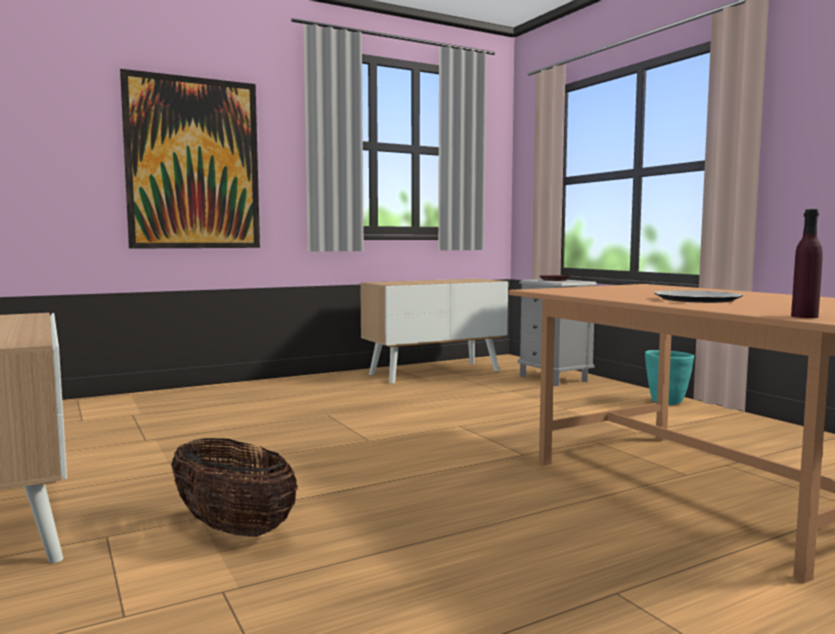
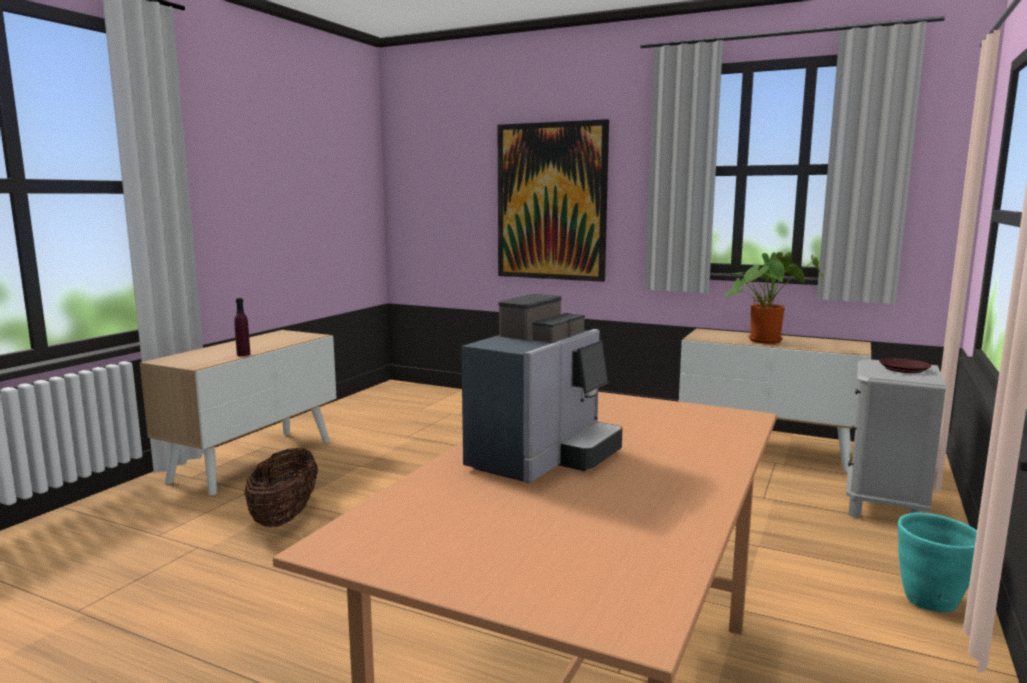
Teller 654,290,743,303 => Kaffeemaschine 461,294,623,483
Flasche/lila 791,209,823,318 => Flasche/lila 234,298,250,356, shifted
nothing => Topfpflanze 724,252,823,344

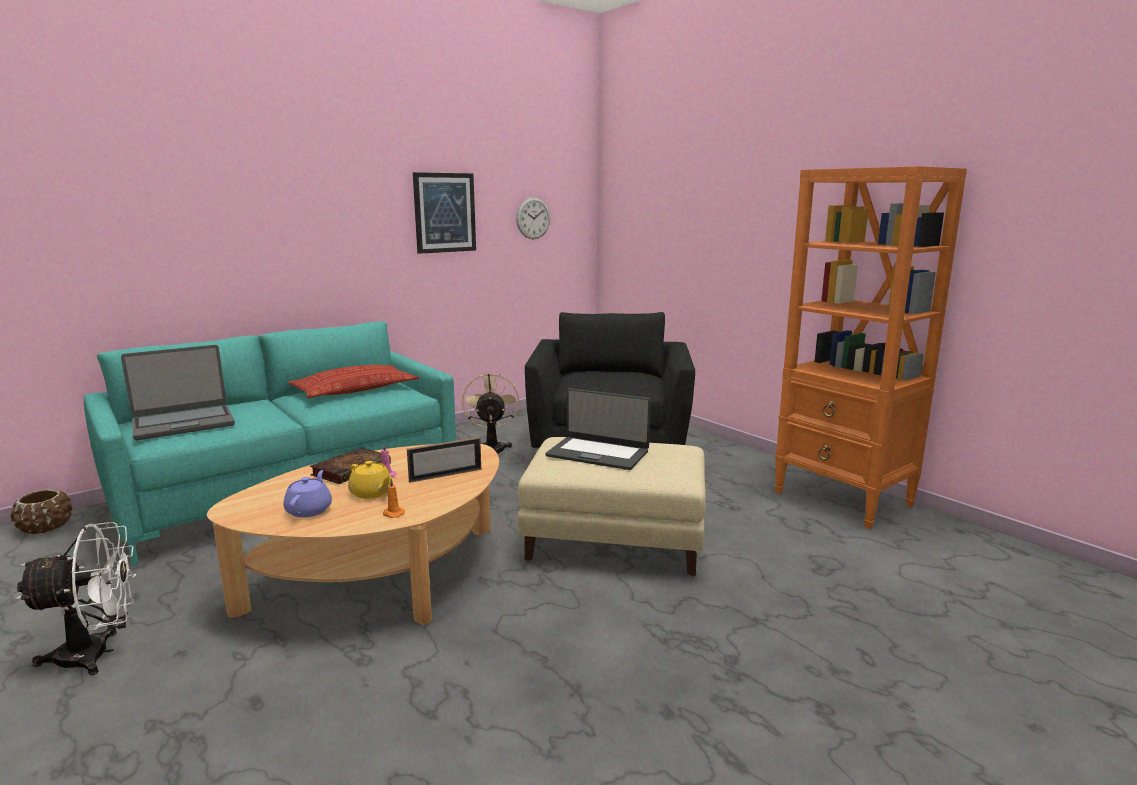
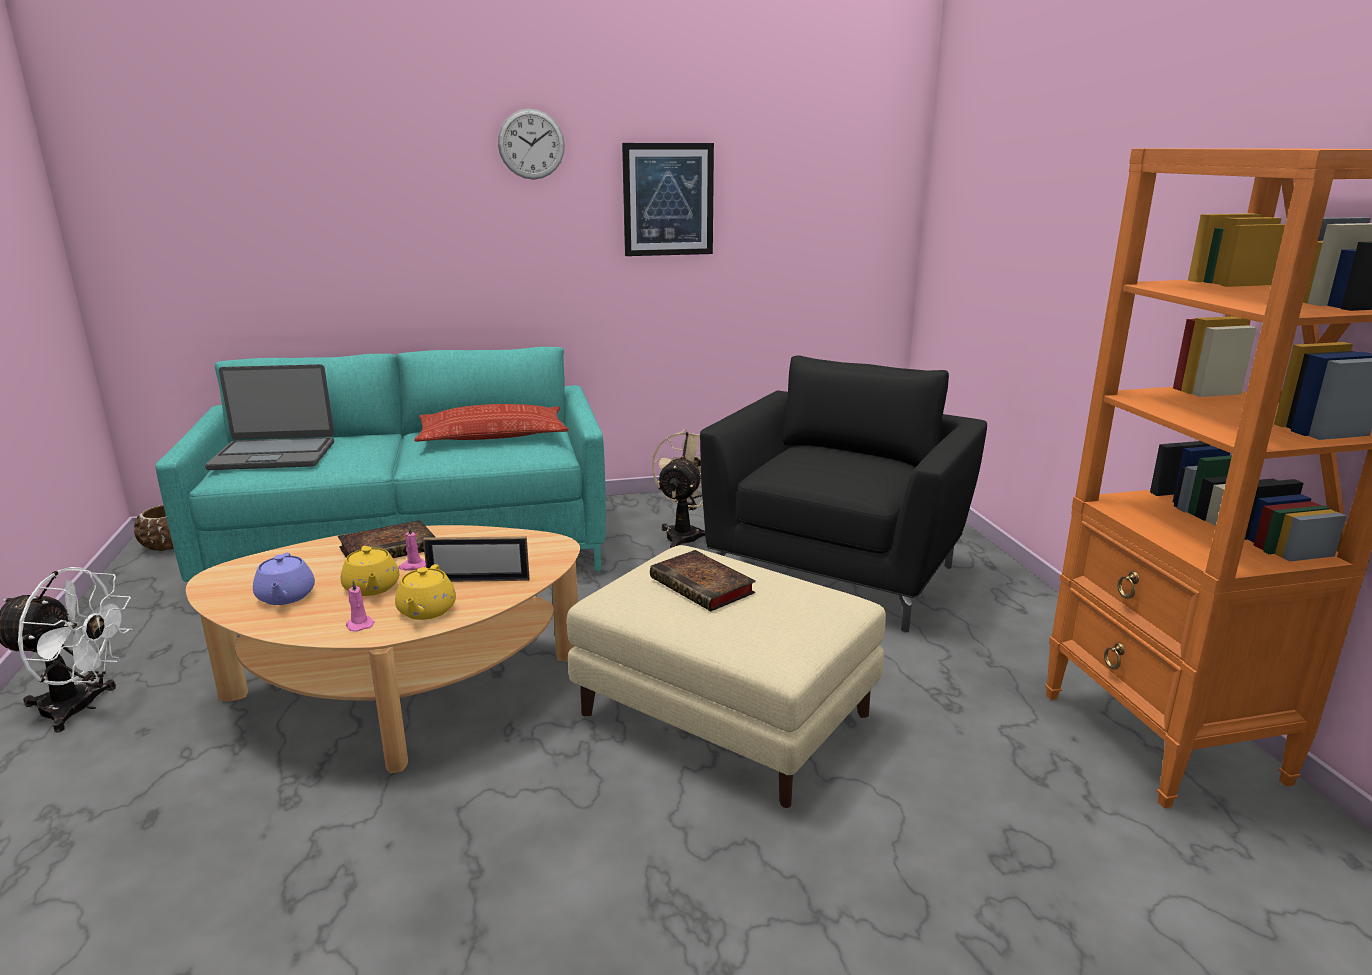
Teekanne/lila 283,470,332,517 => Teekanne/lila 253,553,315,605, 135 degrees clockwise
Kerze/orange 383,479,405,518 => Kerze/rosa 346,580,375,632
Wanduhr 516,197,550,239 => Wanduhr 498,109,565,180, shifted
Laptop 545,388,651,470 => Buch 650,550,756,611
nothing => Teekanne/gelb 395,564,456,620

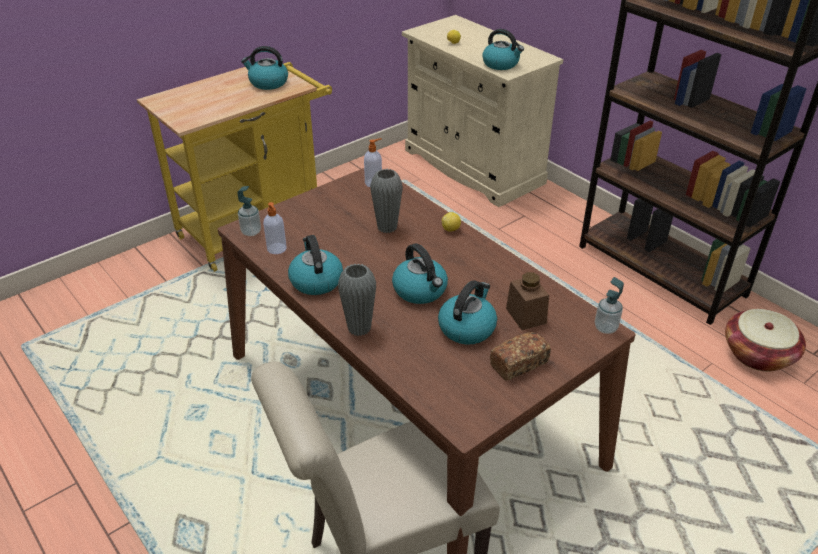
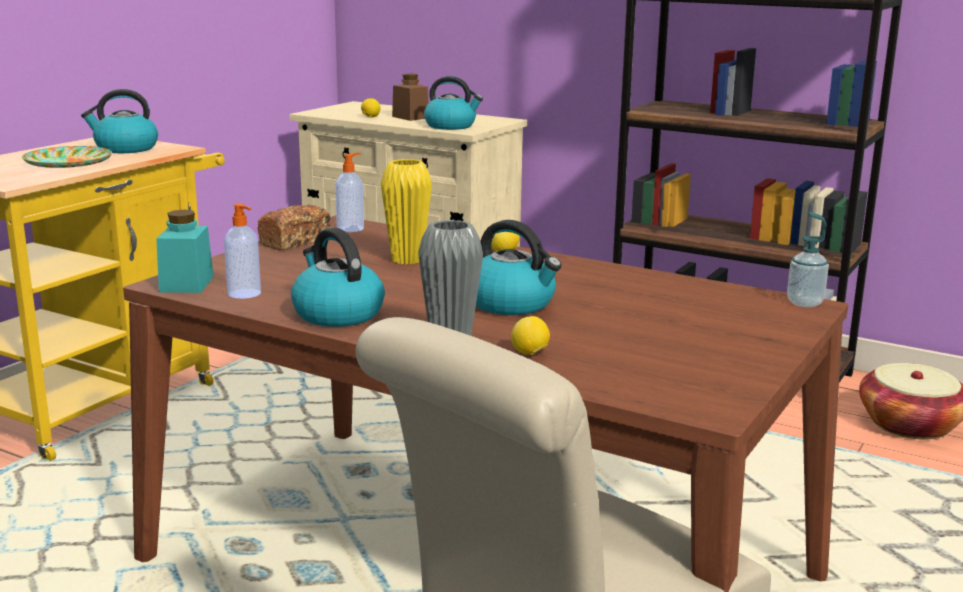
Seifenspender 237,186,261,236 => Vorratsglas/türkis 156,210,214,293
Vase/grau 370,169,403,233 => Vase/gelb 381,159,432,265
Wasserkessel 438,280,497,345 => nothing
Brot 490,332,551,381 => Brot 257,205,331,250, shifted
Vorratsglas/braun 506,272,549,330 => Vorratsglas/braun 392,74,429,121, shifted
nothing => Teller 22,146,112,168
nothing => Zitrone 511,316,550,355

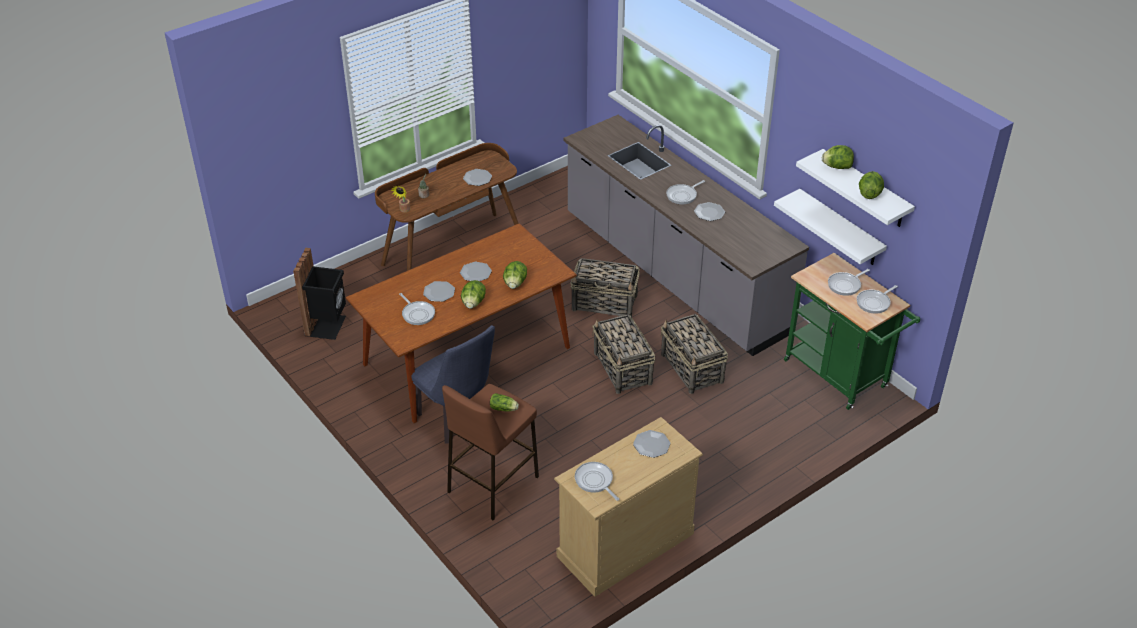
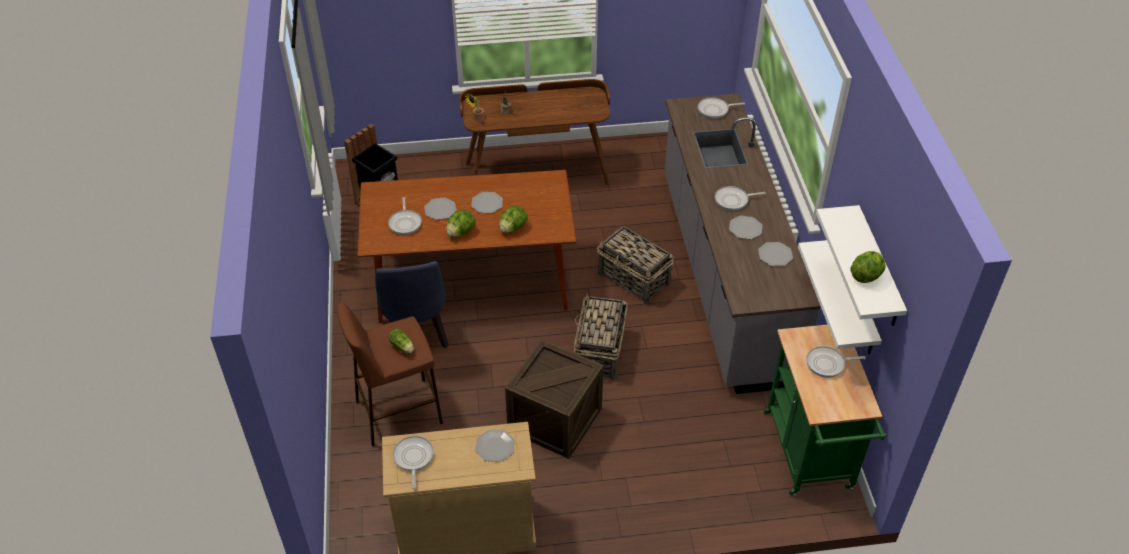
Teller 463,169,492,186 => Teller 758,242,793,266, shifted
Korb 661,314,728,394 => nothing
Salatkopf 822,145,854,169 => nothing
Pfanne 857,285,898,314 => Pfanne 698,97,745,119, shifted
nothing => Kiste 505,339,604,459

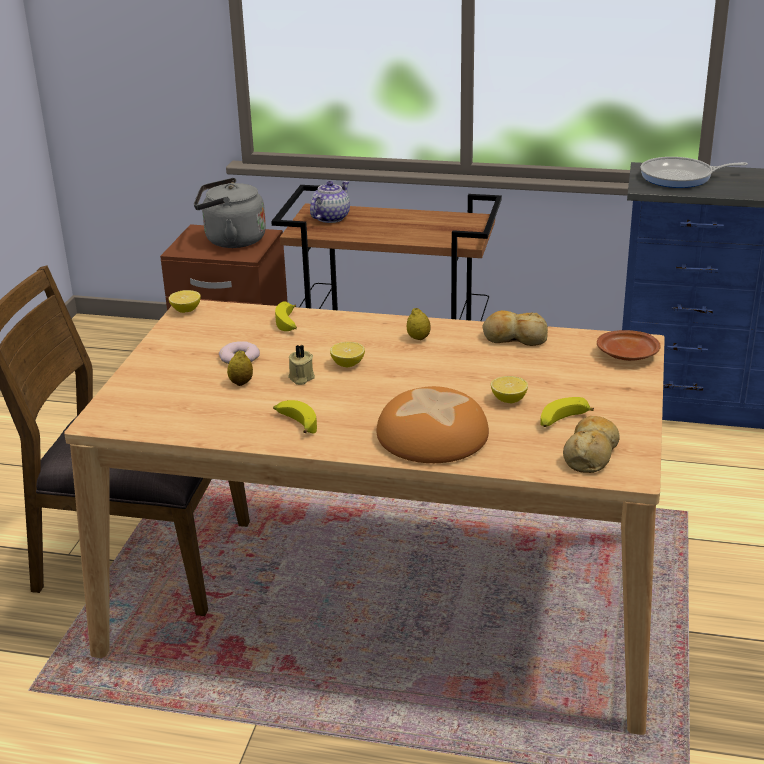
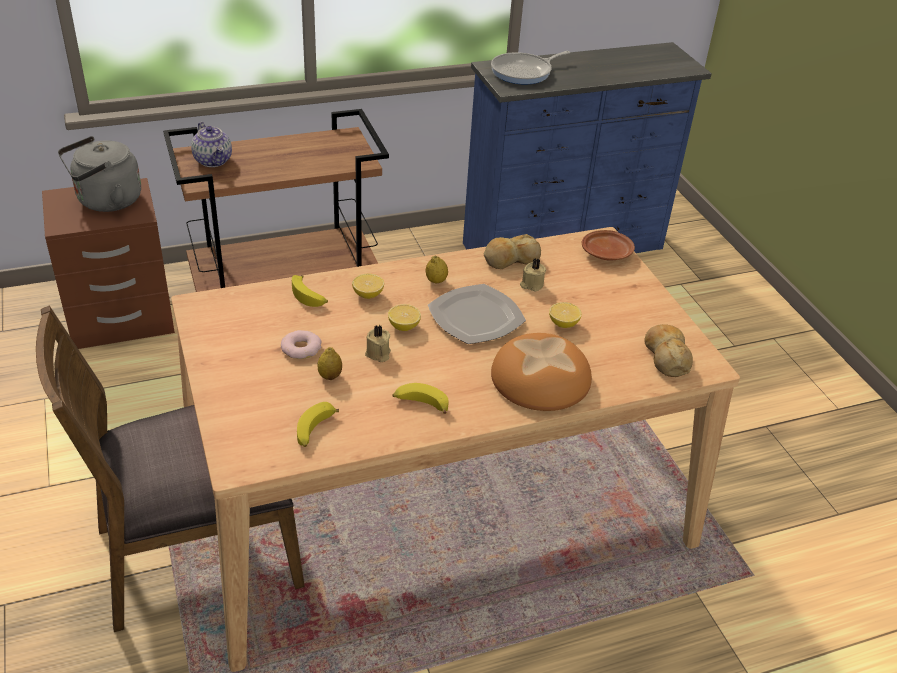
Zitrone 169,290,201,313 => Zitrone 352,274,384,299, shifted
Teekanne 310,181,350,223 => Teekanne 191,122,232,167, 150 degrees clockwise
Banane 540,397,594,427 => Banane 297,402,339,447, shifted
nothing => Teller 428,284,526,344
nothing => Kerze/beige 520,258,546,292

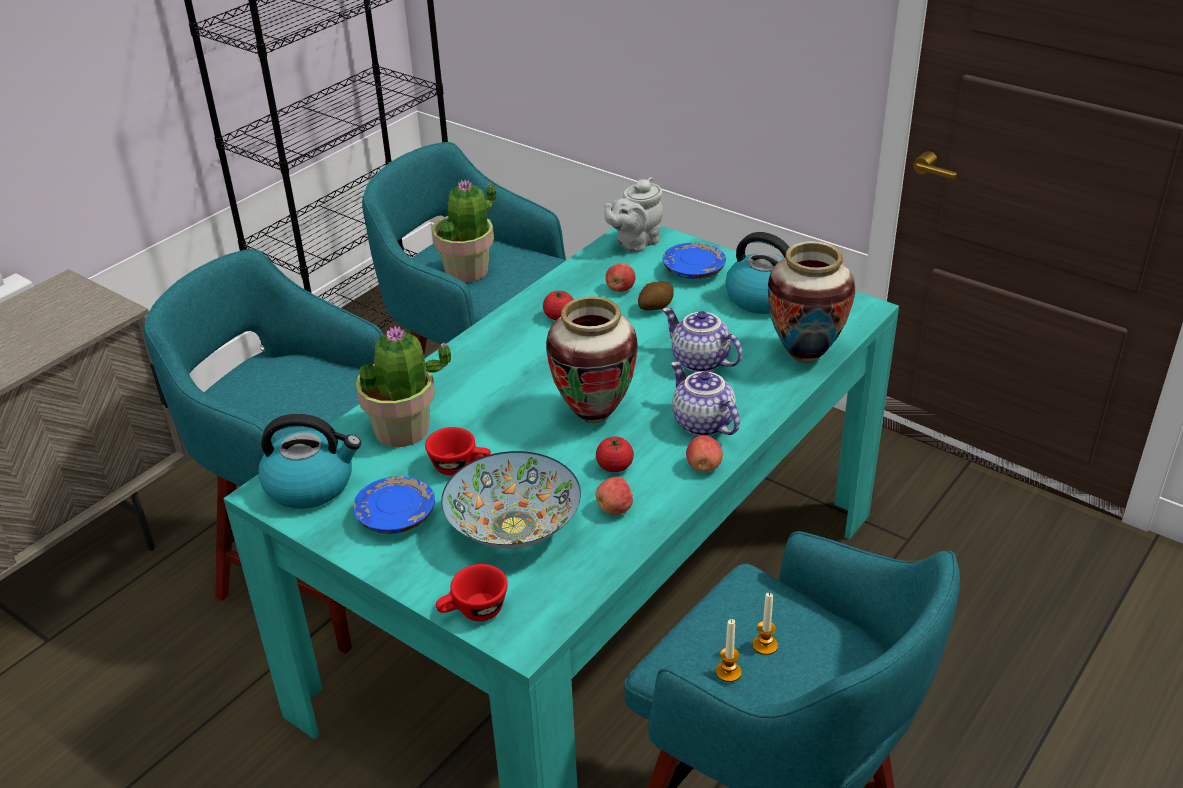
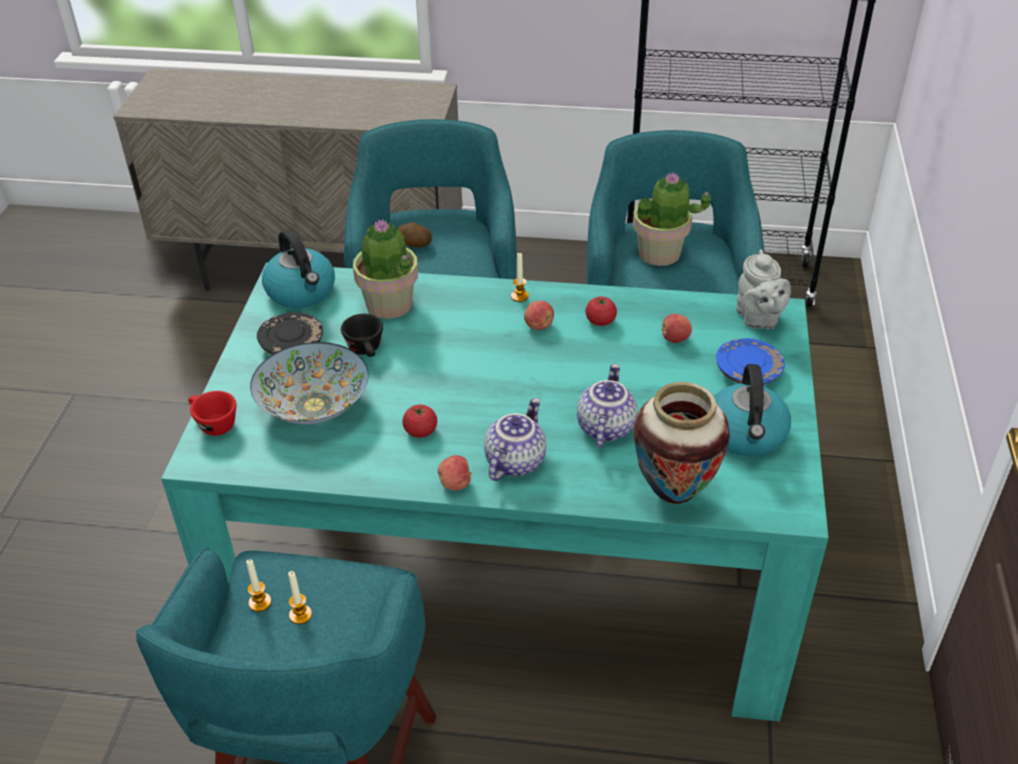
Teller/blau 353,476,435,534 => Teller/schwarz 257,312,323,355
Tasse/rot 425,427,491,475 => Tasse/schwarz 341,314,383,357
Vase 546,296,638,423 => nothing
Apfel 595,477,633,515 => Apfel 524,301,554,330, shifted
Teekanne/grau 605,177,663,253 => Teekanne/grau 736,249,791,329, 120 degrees counterclockwise
Kartoffel 638,281,674,311 => Kartoffel 397,222,432,248, shifted
nothing => Kerze 511,252,529,302

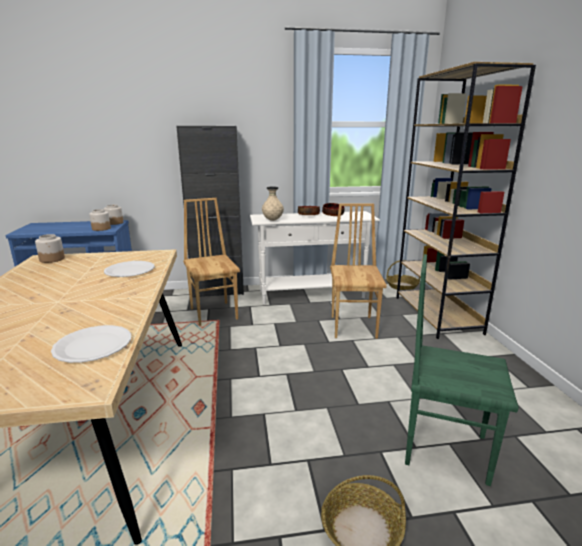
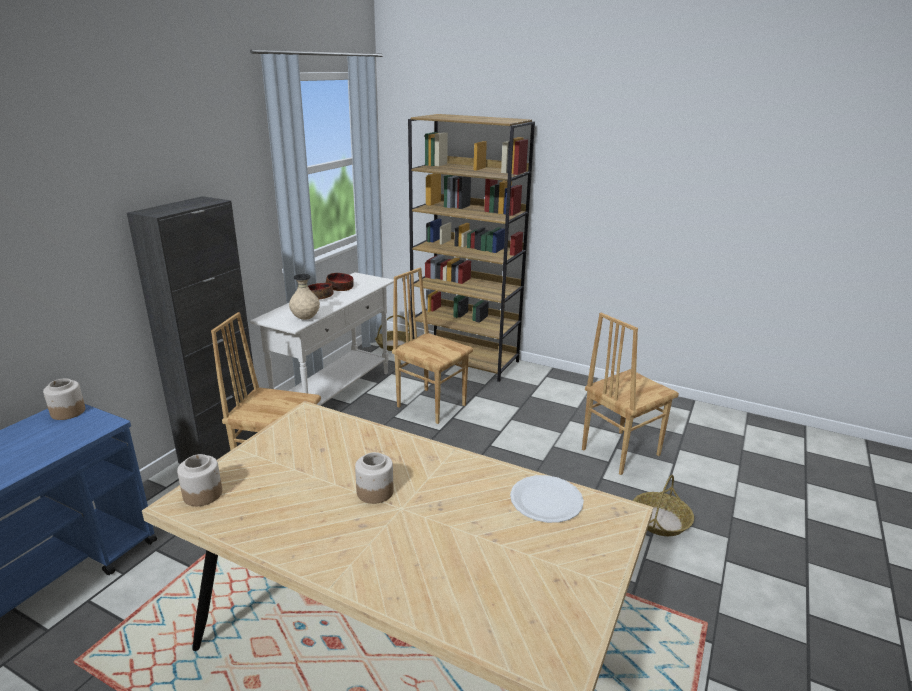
Vorratsglas 89,209,111,231 => Vorratsglas 355,452,394,504, shifted
Teller/weiß 104,261,155,277 => nothing
Stuhl/grün 405,254,519,486 => Stuhl/braun 582,313,679,475

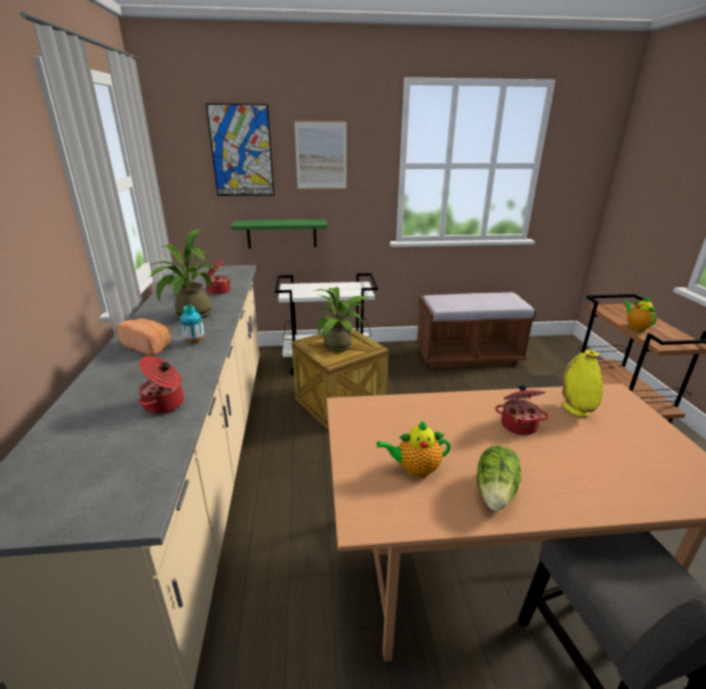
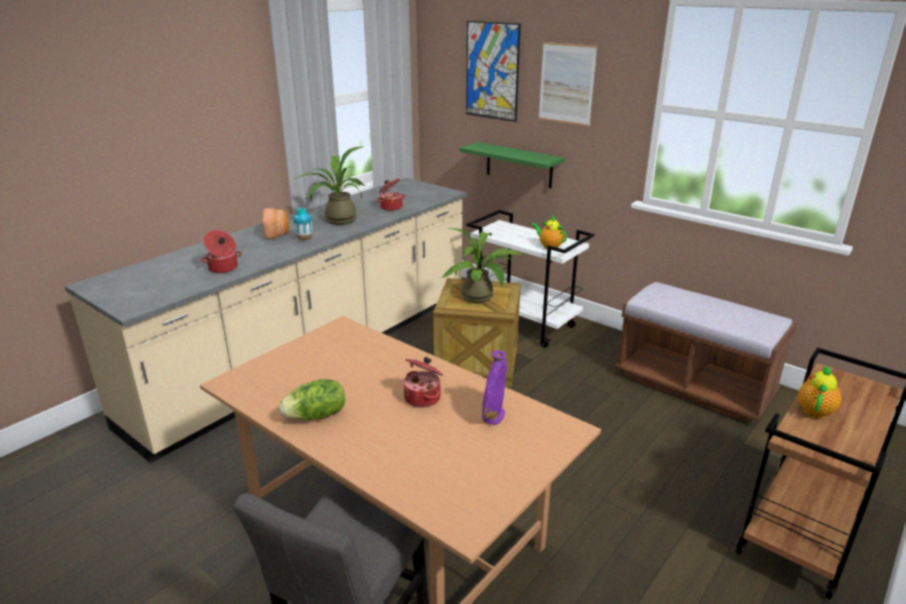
Teekanne 376,421,451,478 => Teekanne 531,216,567,249, shifted
Vase/gelb 562,350,603,417 => Vase/lila 482,350,507,425

